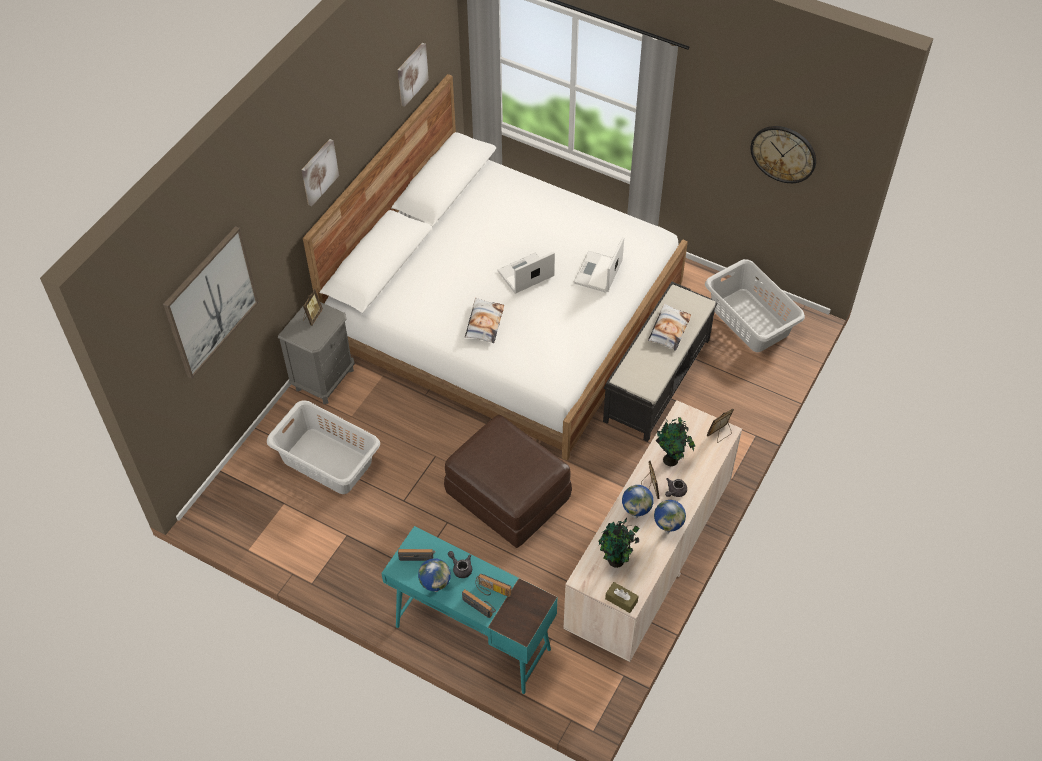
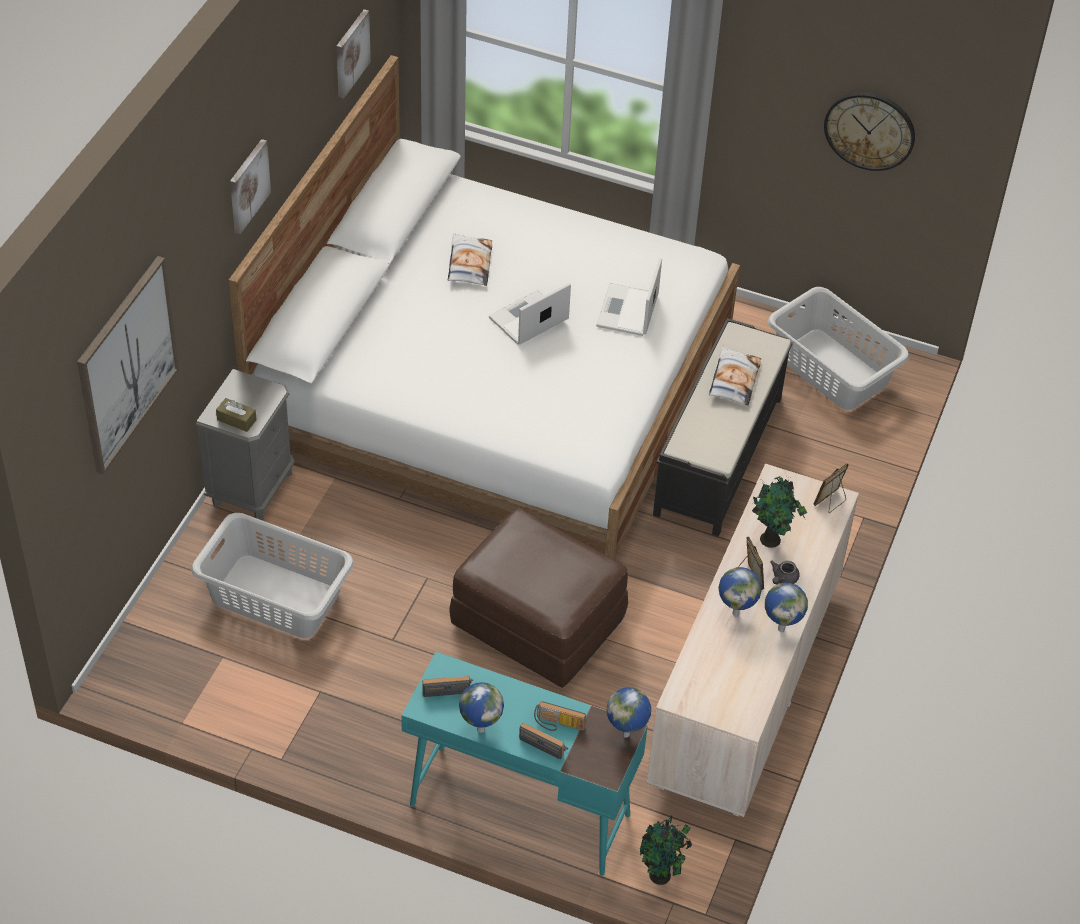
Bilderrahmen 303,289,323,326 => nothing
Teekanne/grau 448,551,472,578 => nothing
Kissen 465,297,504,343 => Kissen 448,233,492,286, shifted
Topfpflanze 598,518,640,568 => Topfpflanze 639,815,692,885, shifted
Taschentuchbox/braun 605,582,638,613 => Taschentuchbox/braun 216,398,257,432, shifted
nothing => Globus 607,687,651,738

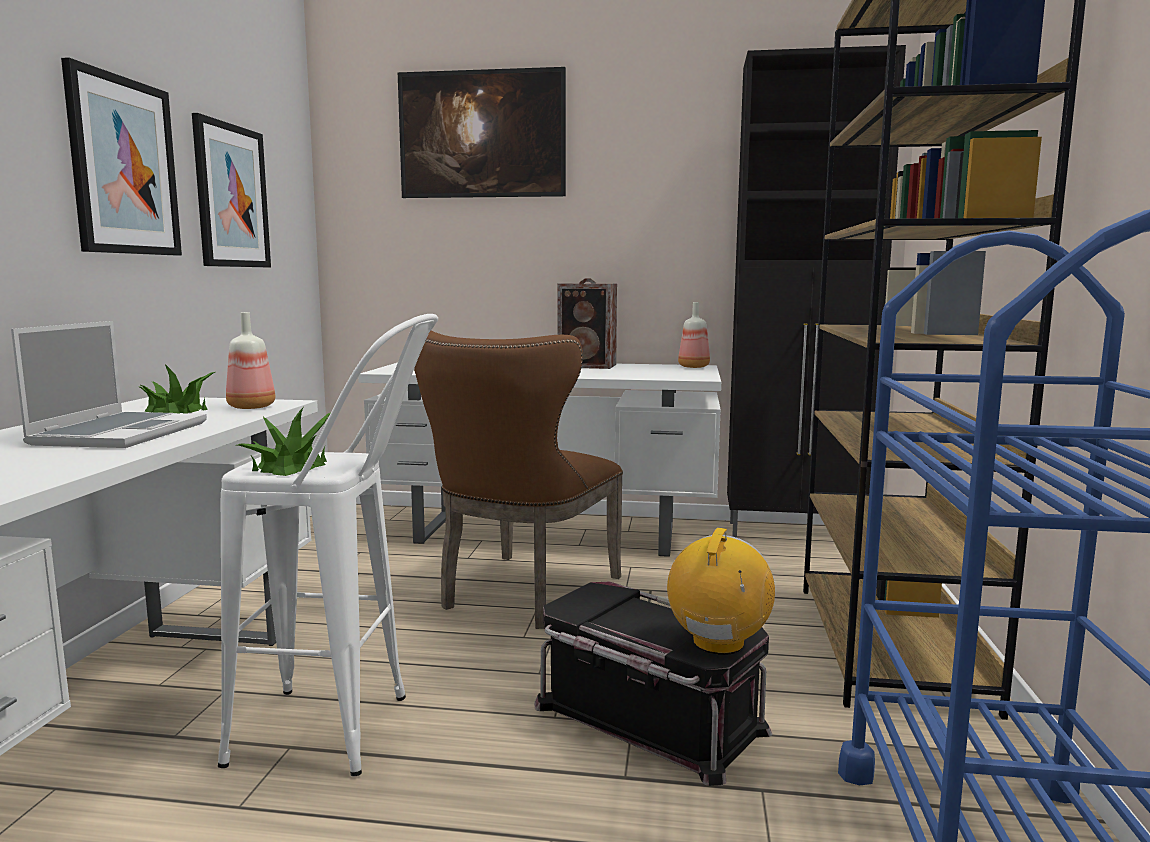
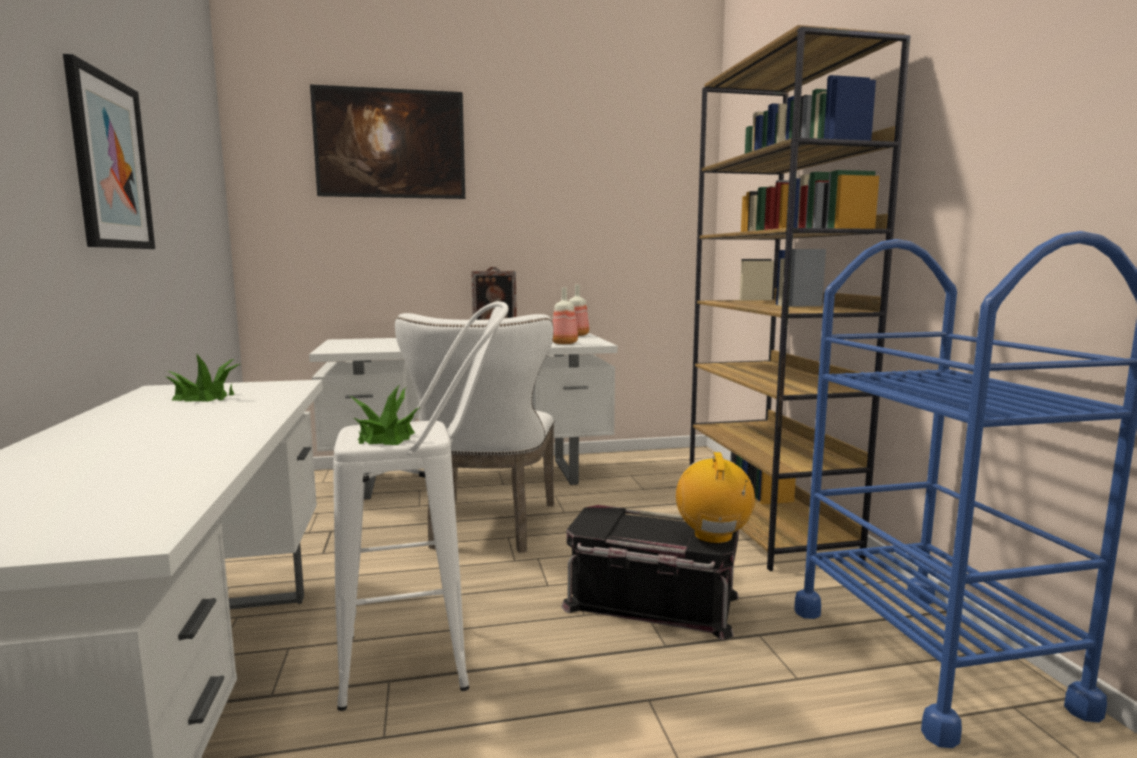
Laptop 11,321,207,448 => nothing
Bild 192,113,271,267 => nothing
Flasche 226,312,275,409 => Flasche 553,287,578,344, shifted
Stuhl/braun 414,331,623,629 => Stuhl/weiß 395,313,554,553
Schrank/schwarz 727,45,906,538 => nothing

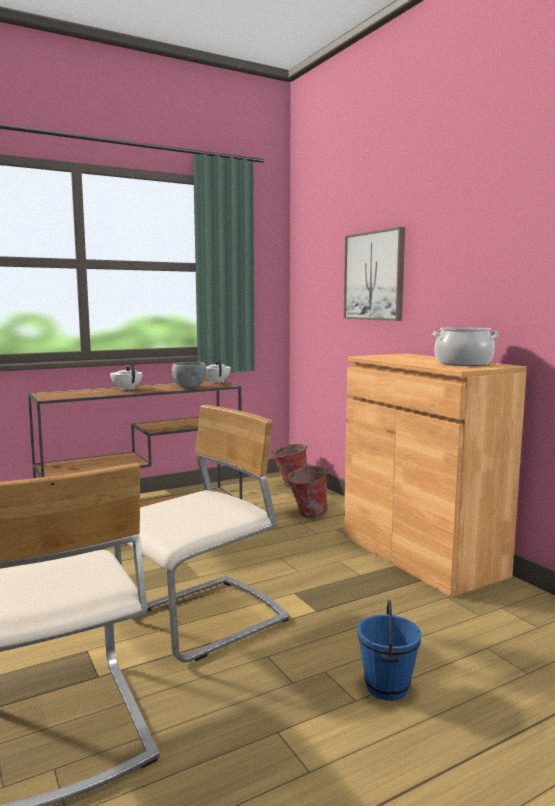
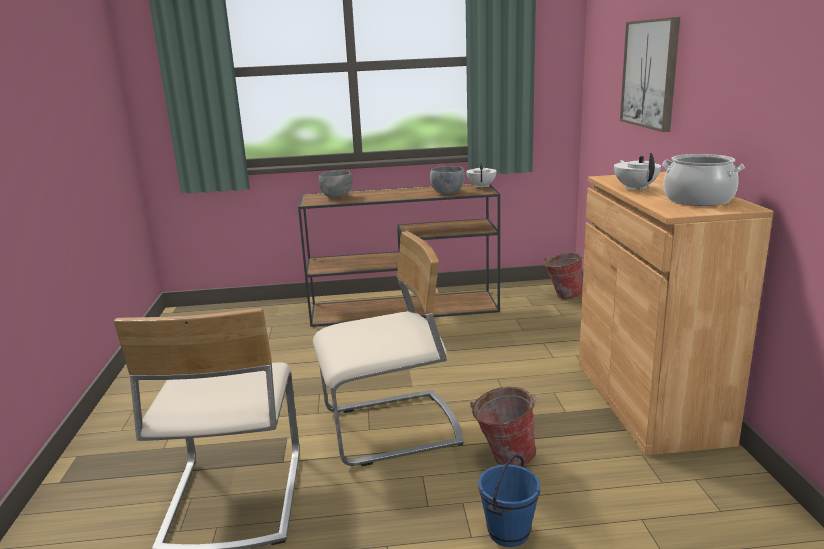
Teekanne/weiß 110,363,143,391 => Teekanne/weiß 614,153,661,191, shifted
Eimer 285,466,328,518 => Eimer 470,387,536,466, shifted
nothing => Schüssel/grau 319,170,353,198

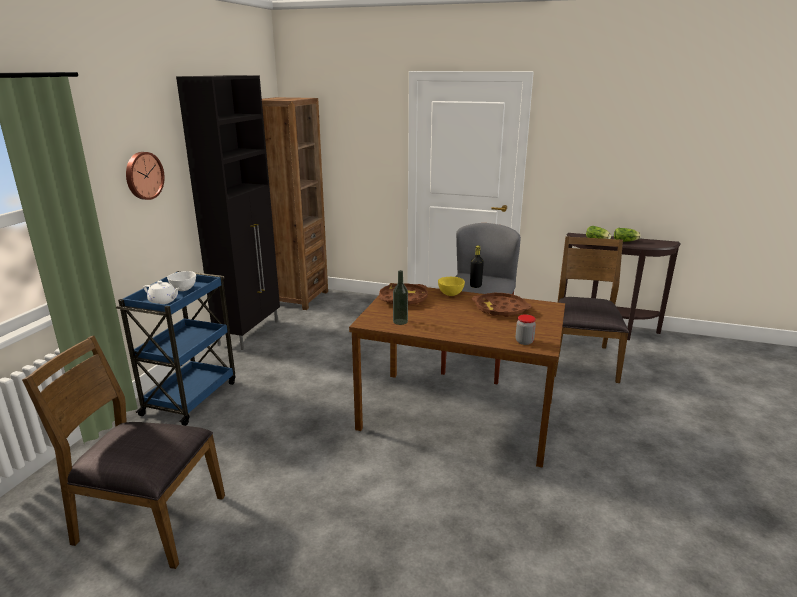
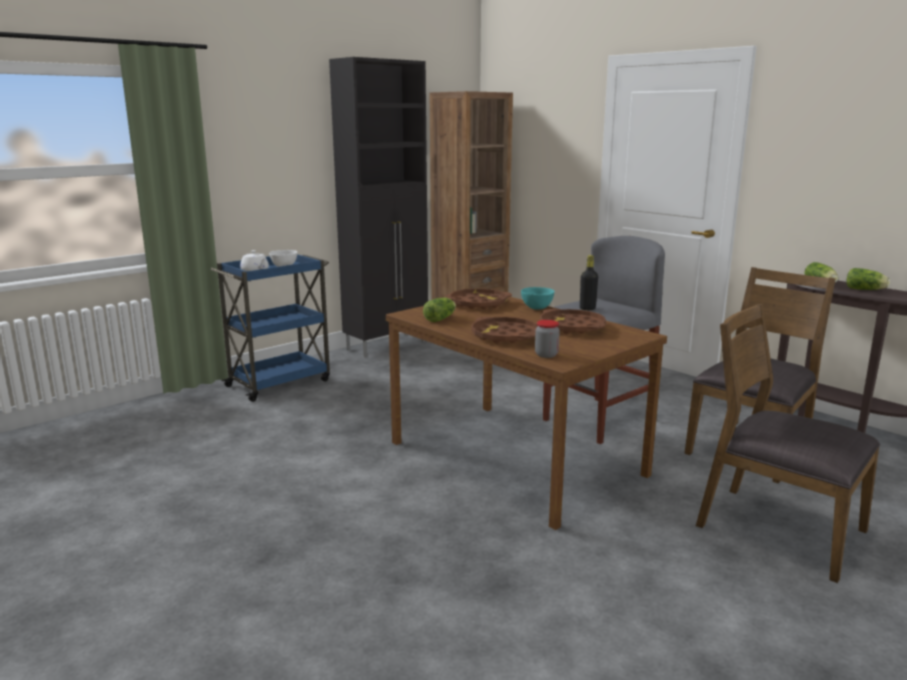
Stuhl/braun 22,336,225,569 => Stuhl/braun 696,304,880,583, shifted
Wanduhr 126,152,165,200 => nothing
Flasche 393,270,408,325 => Salatkopf 423,297,456,322
Schüssel/gelb 438,277,465,296 => Schüssel/türkis 521,287,555,310
nothing => Tablett/braun 471,317,538,344

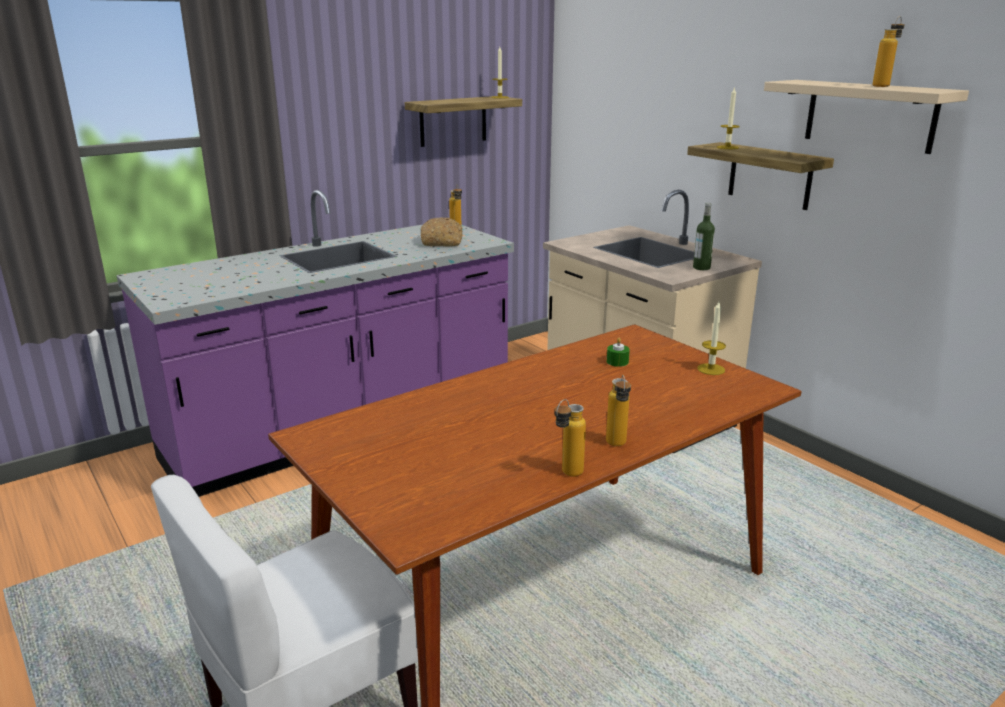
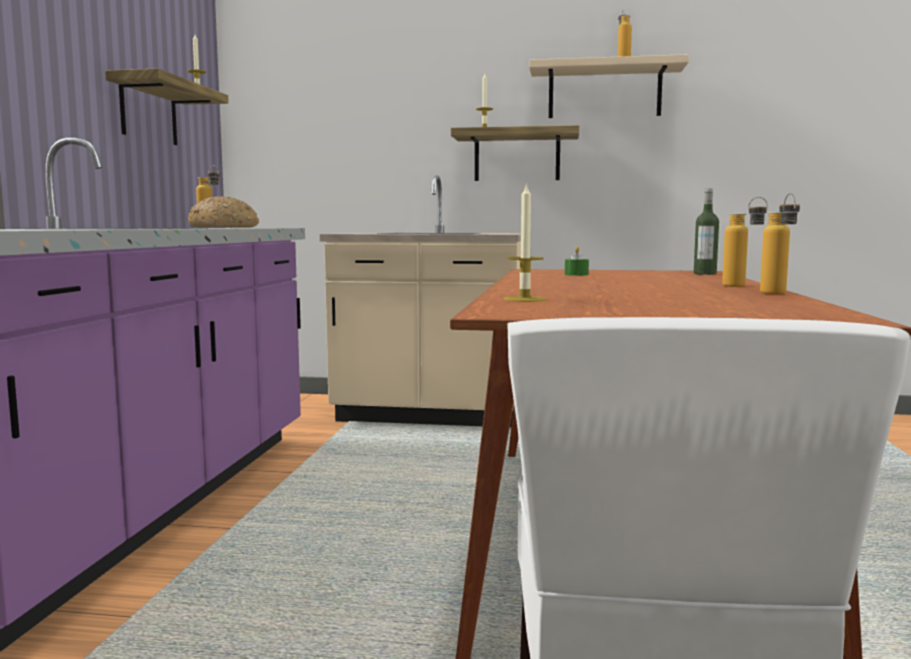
Flasche 693,203,715,270 => Flasche 694,189,719,275, shifted
Kerze 697,302,726,375 => Kerze 504,183,546,302, shifted

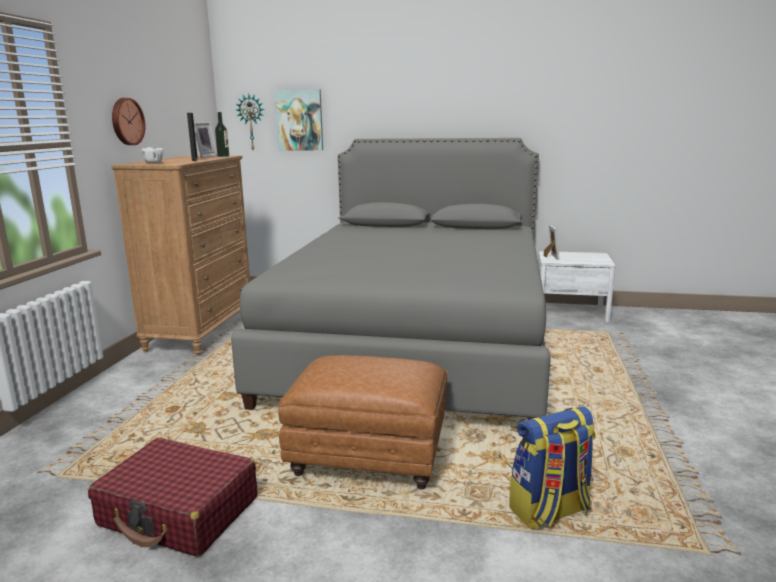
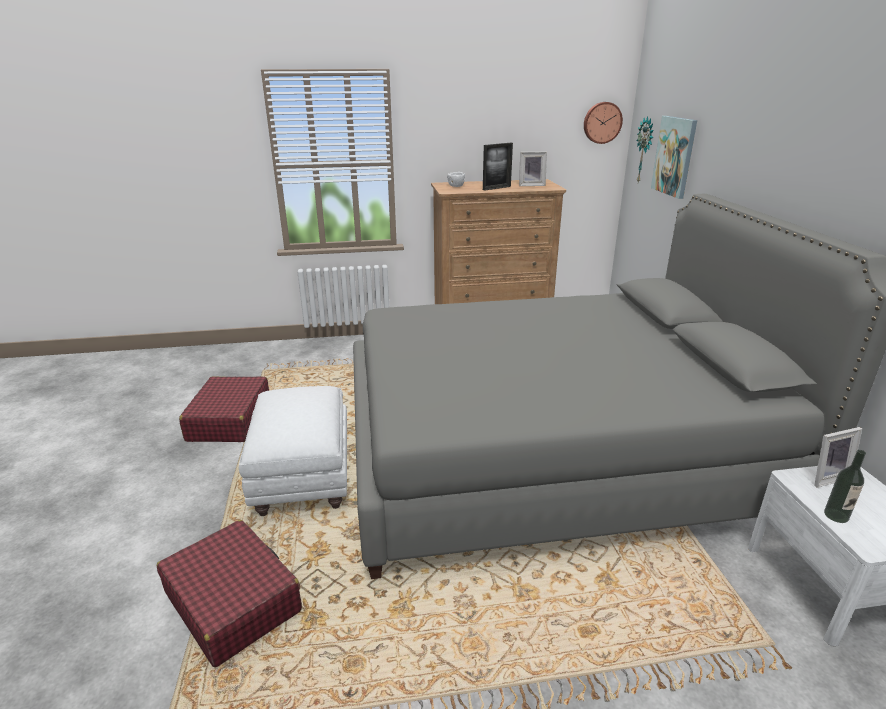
Wanduhr 112,98,145,145 => Wanduhr 584,102,623,144, shifted
Flasche 215,112,229,157 => Flasche 824,450,866,523, shifted
Polsterhocker/braun 278,355,448,490 => Polsterhocker/weiß 239,386,347,516
Rucksack 509,406,596,529 => Koffer/rot 157,520,302,667

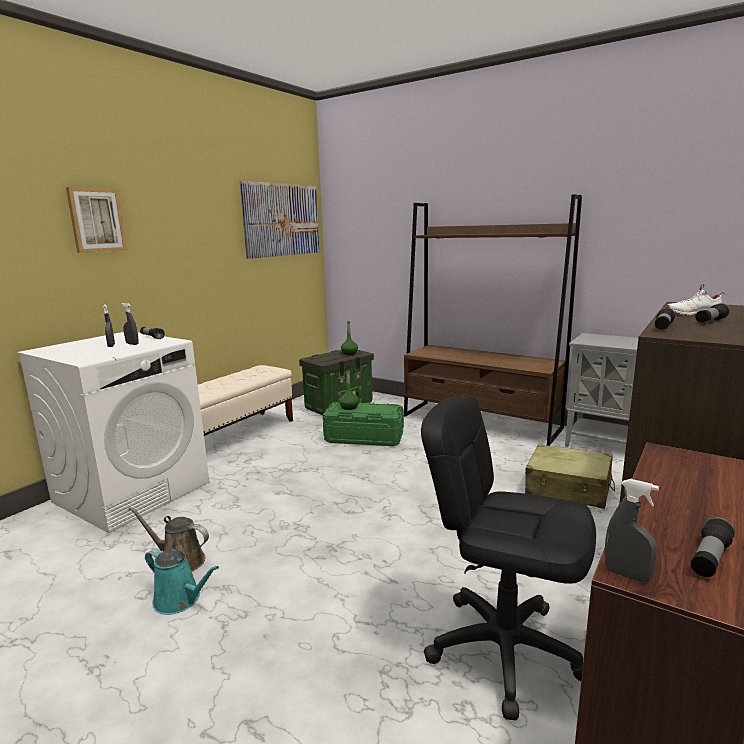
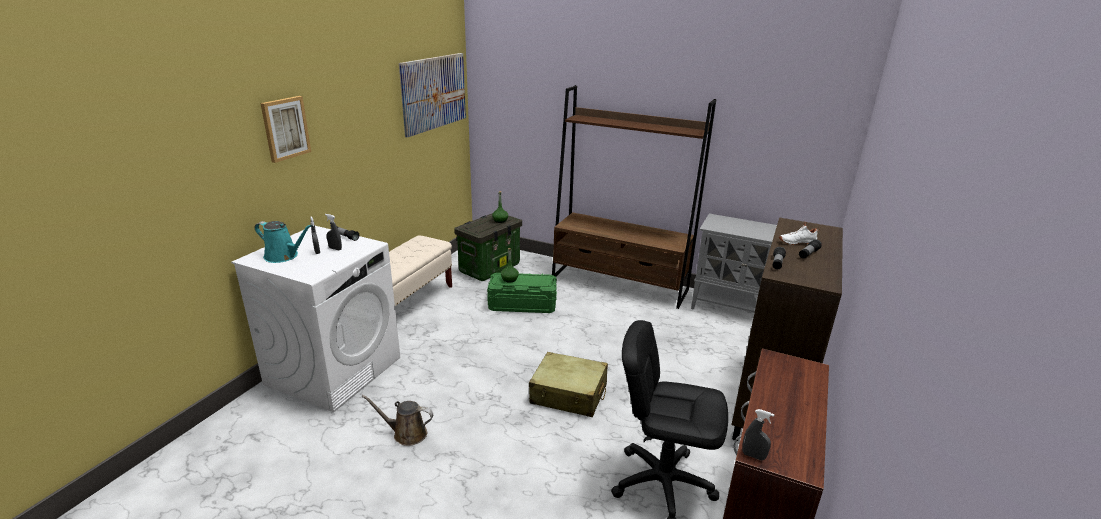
Gießkanne/türkis 145,548,219,615 => Gießkanne/türkis 255,221,312,263, shifted
Koffer/beige 525,444,615,509 => Koffer/beige 529,352,608,417, shifted
Taschenlampe 691,517,735,577 => nothing

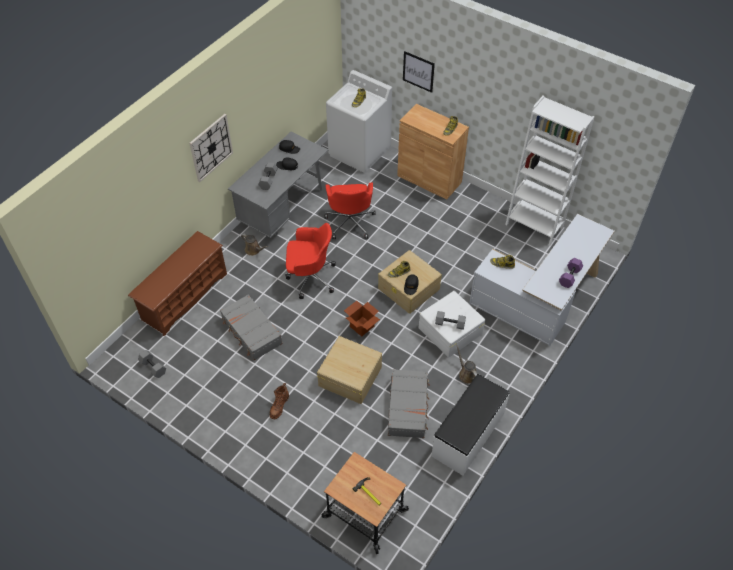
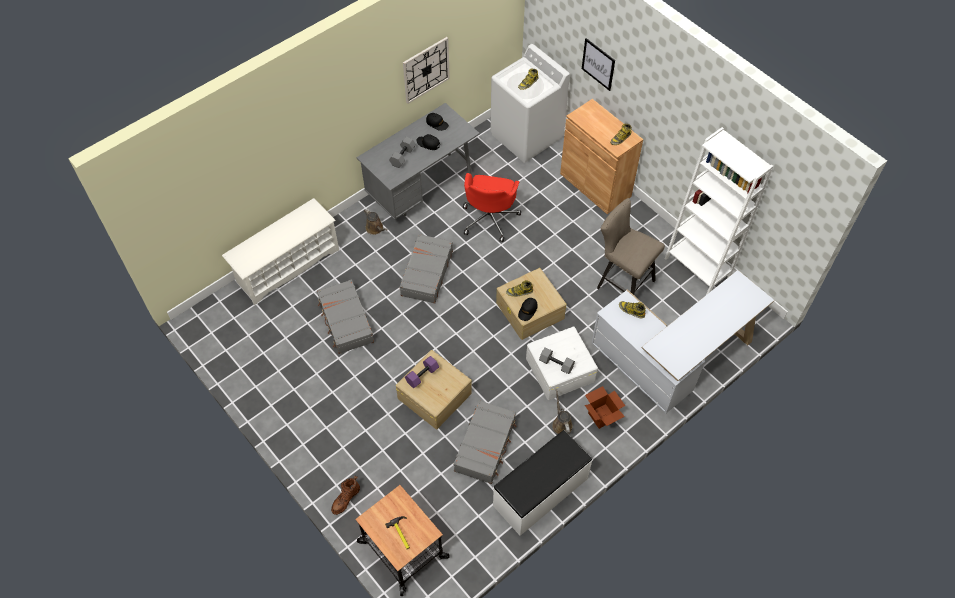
Schuhregal/braun 128,231,227,336 => Schuhregal/weiß 222,198,339,305
Hantel/grau 138,350,166,378 => nothing
Wanduhr 189,114,233,182 => Wanduhr 403,37,450,104, shifted
Stiefel/braun 270,383,289,419 => Stiefel/braun 331,476,360,515, shifted
Bürostuhl/rot 285,223,336,299 => Koffer/grau 399,234,453,303
Karton 344,301,380,337 => Karton 585,386,625,429, shifted
Hantel/lila 559,258,583,288 => Hantel/lila 405,356,439,388, shifted
nothing => Hocker/beige 597,198,665,295

